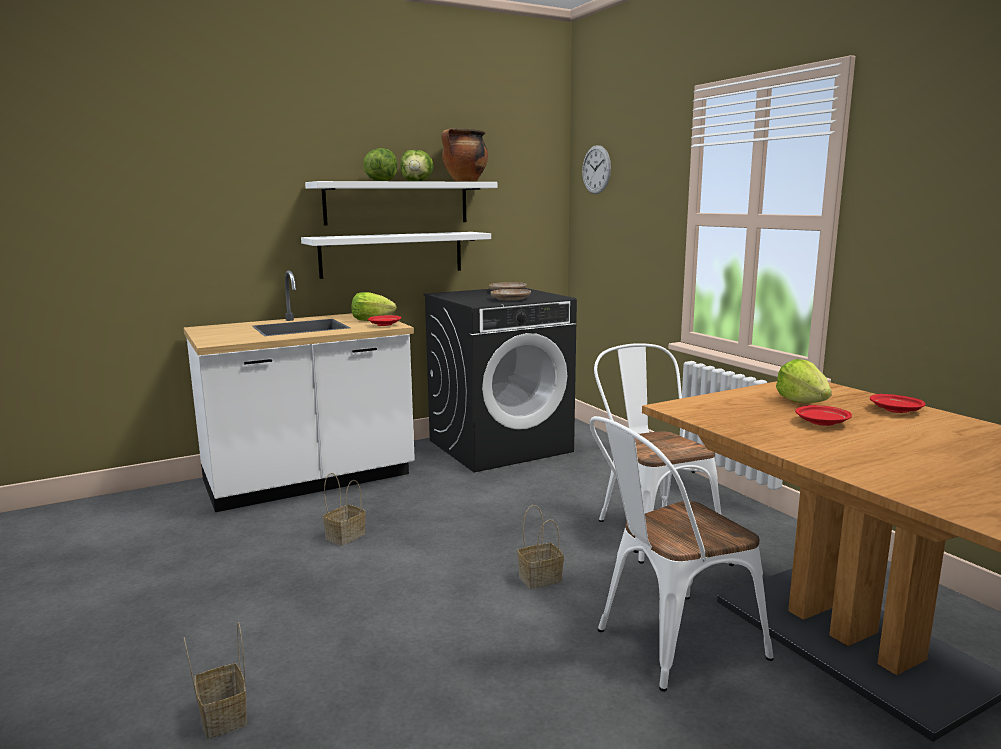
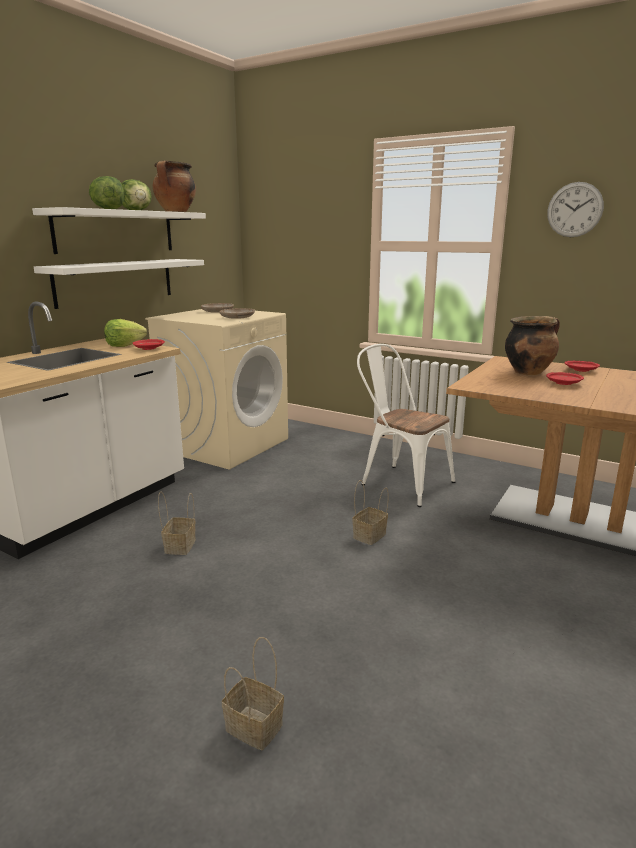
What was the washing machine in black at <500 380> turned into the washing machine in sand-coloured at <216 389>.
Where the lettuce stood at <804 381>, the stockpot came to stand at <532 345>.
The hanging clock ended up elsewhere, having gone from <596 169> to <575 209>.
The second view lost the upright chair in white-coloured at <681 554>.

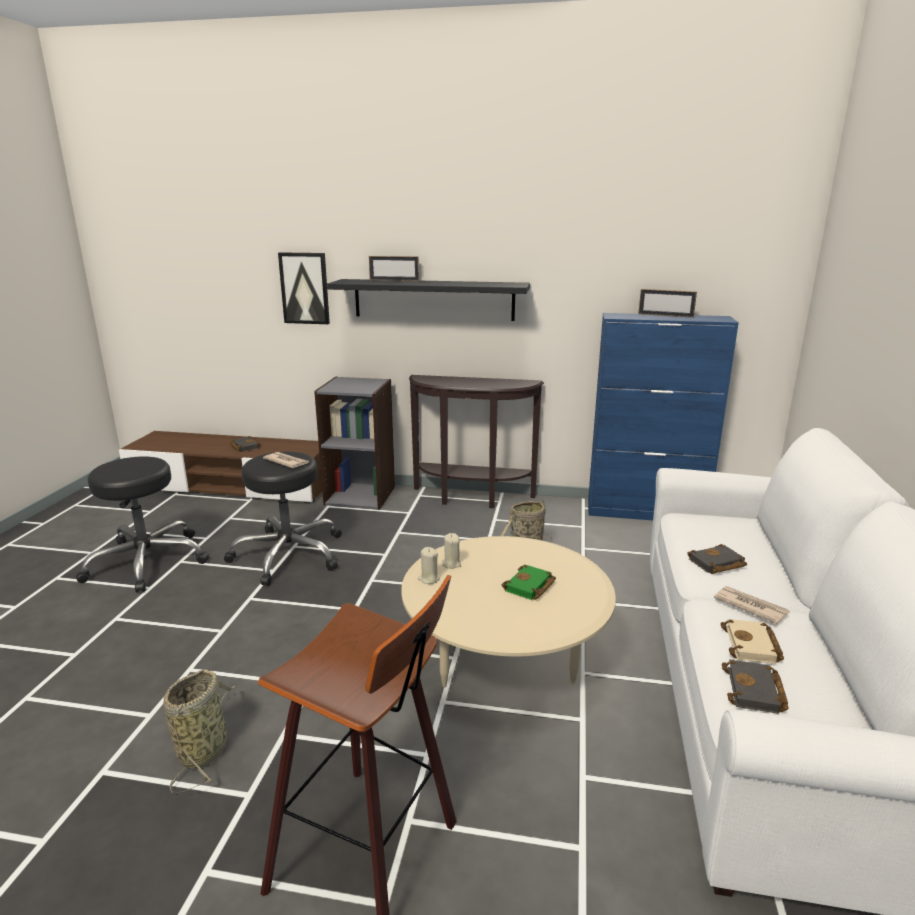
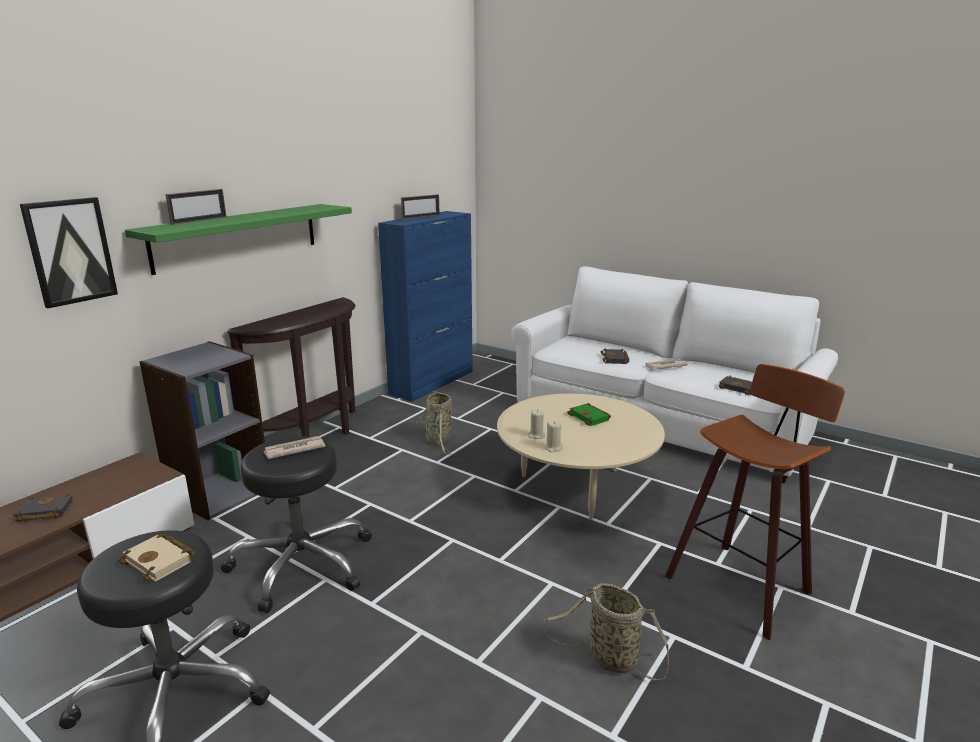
The bound book in sand-coloured ended up elsewhere, having gone from <752 641> to <156 558>.
What was the wall shelf in black at <428 300> turned into the wall shelf in greenish at <238 239>.

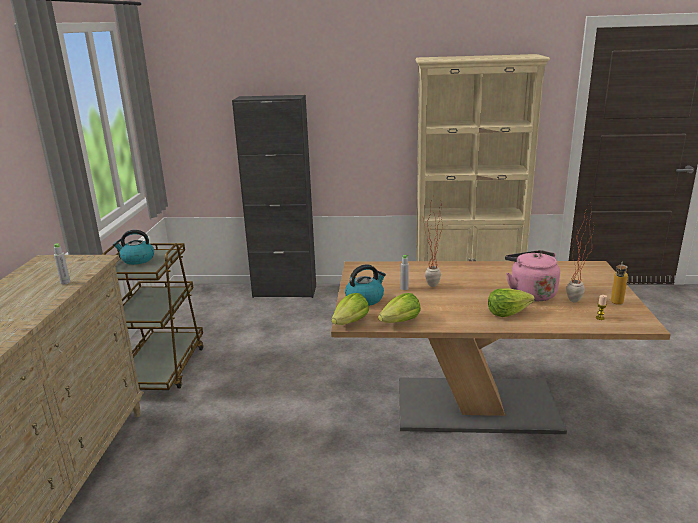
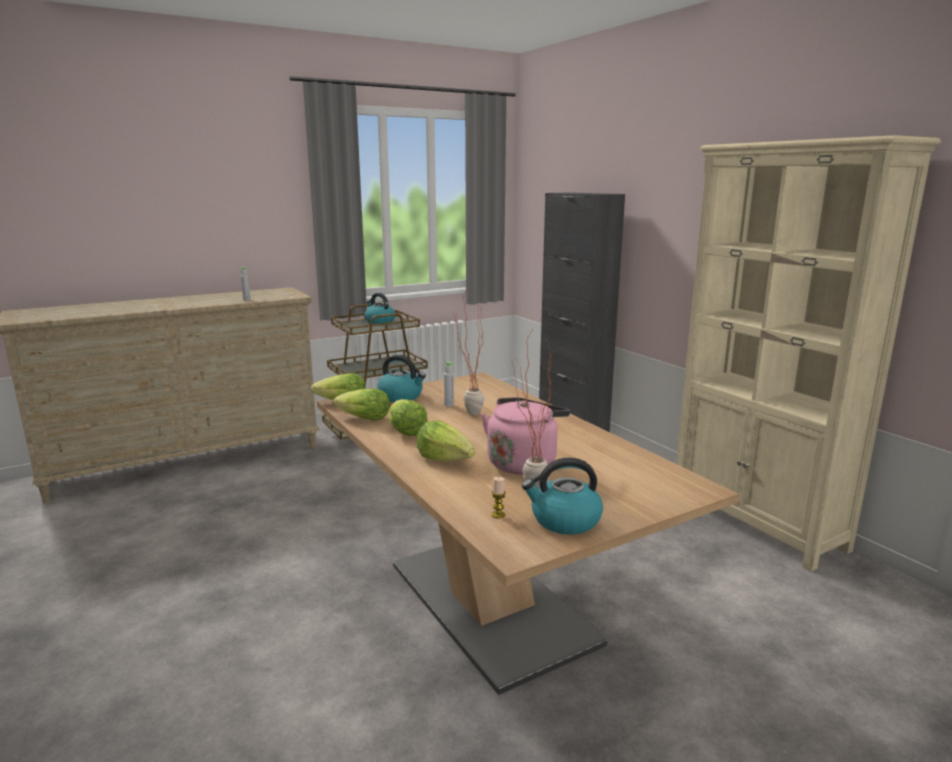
The second view gained the lettuce at <408 417>.
Where the drink bottle stood at <619 283>, the tea kettle came to stand at <562 496>.

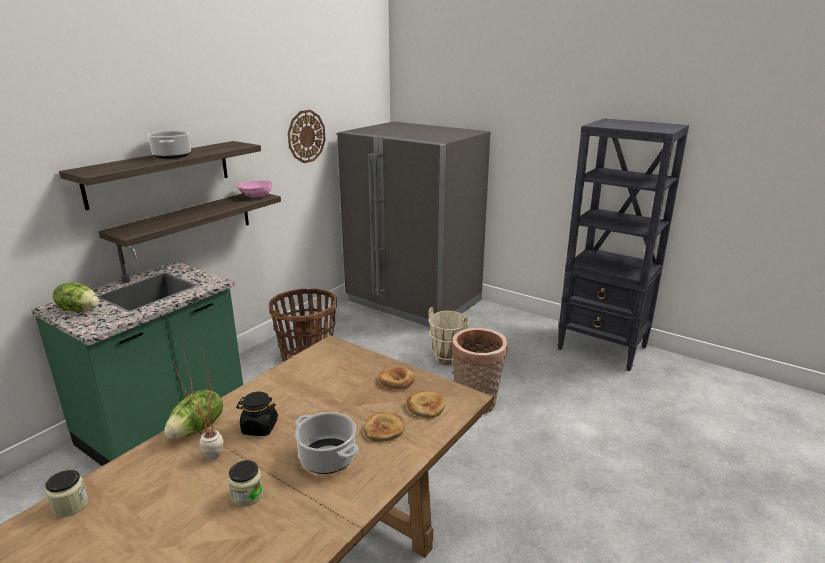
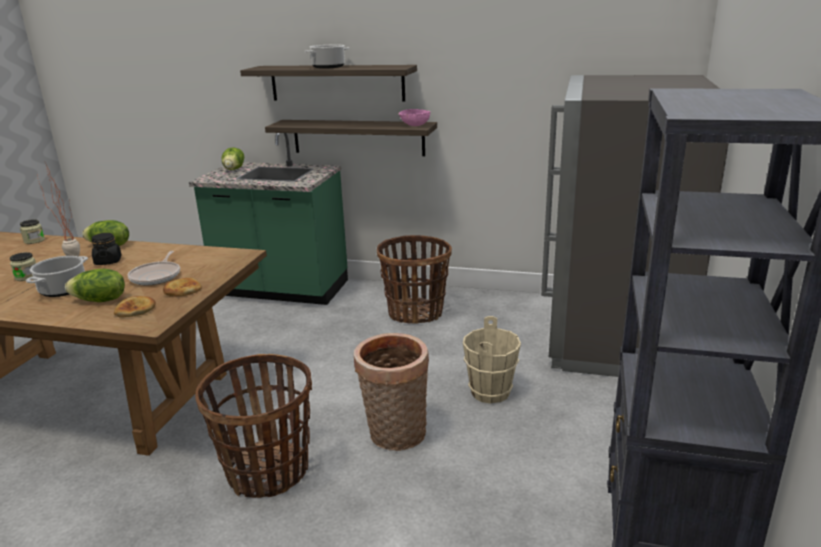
Where the bread stood at <384 427>, the lettuce came to stand at <95 285>.
The second view gained the pan at <154 268>.
The second view gained the household basket at <253 426>.
The second view lost the hanging clock at <307 136>.

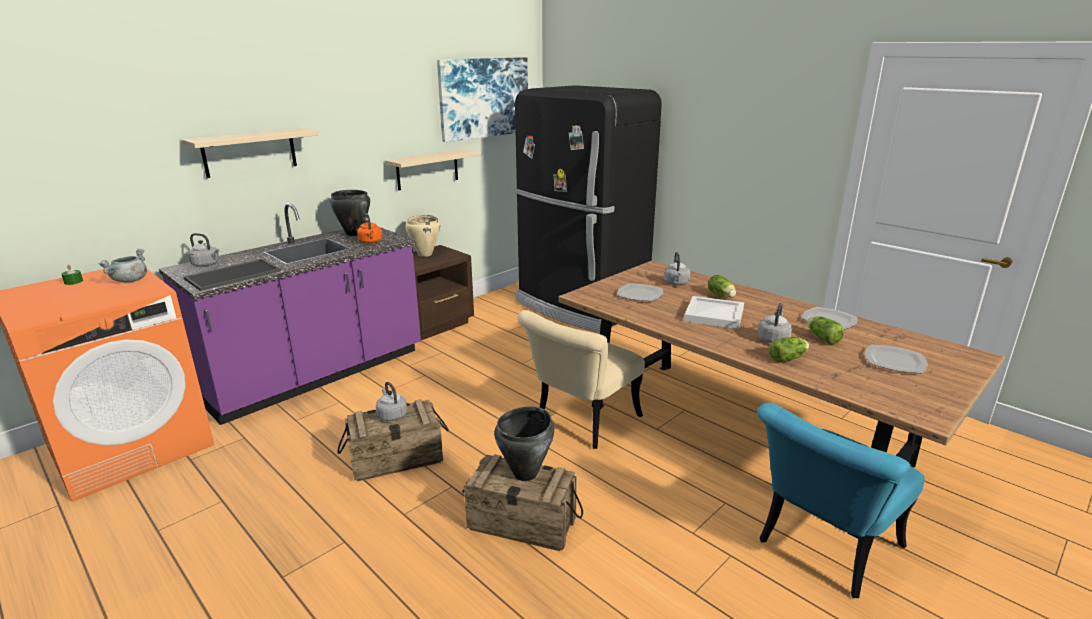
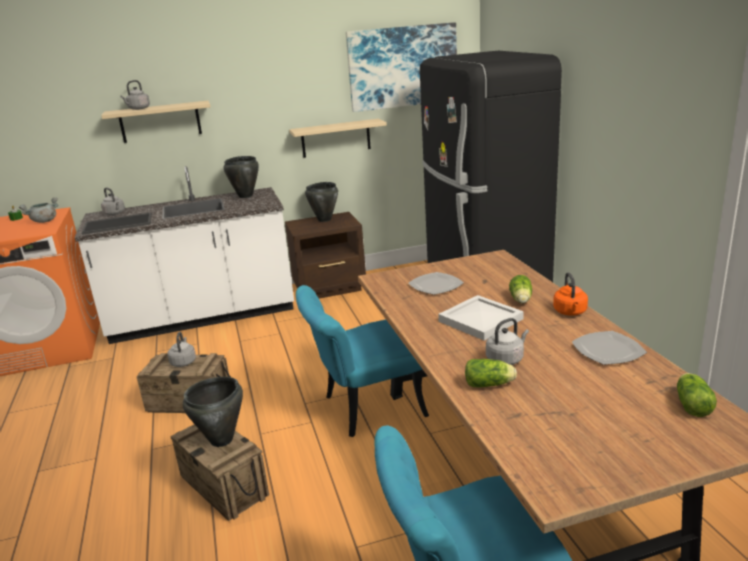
What was the kitchen base unit in purplish at <290 314> turned into the kitchen base unit in white-coloured at <184 255>.
The tea kettle in greyish ended up elsewhere, having gone from <677 268> to <135 95>.
What was the upright chair in sand-coloured at <581 379> turned into the upright chair in turquoise-coloured at <362 361>.
What was the stockpot in sand-coloured at <422 236> turned into the stockpot in black at <321 202>.
The tea kettle in orange ended up elsewhere, having gone from <369 228> to <570 294>.
The lettuce ended up elsewhere, having gone from <825 330> to <697 395>.
The second view lost the flat dish at <896 359>.

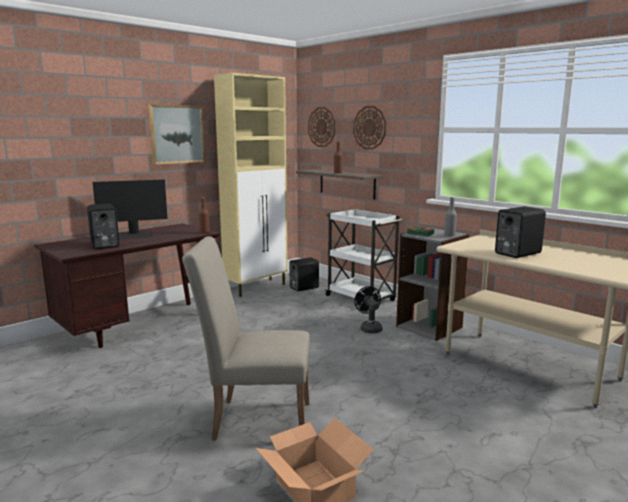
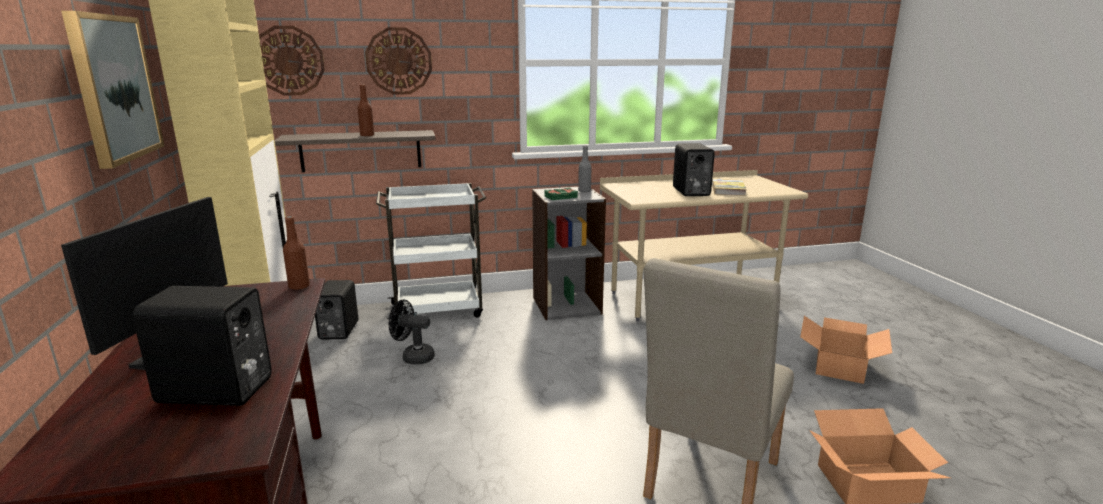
The electric fan in black ended up elsewhere, having gone from <368 310> to <412 332>.
The second view gained the bound book at <729 187>.
The second view gained the cardboard box at <846 350>.

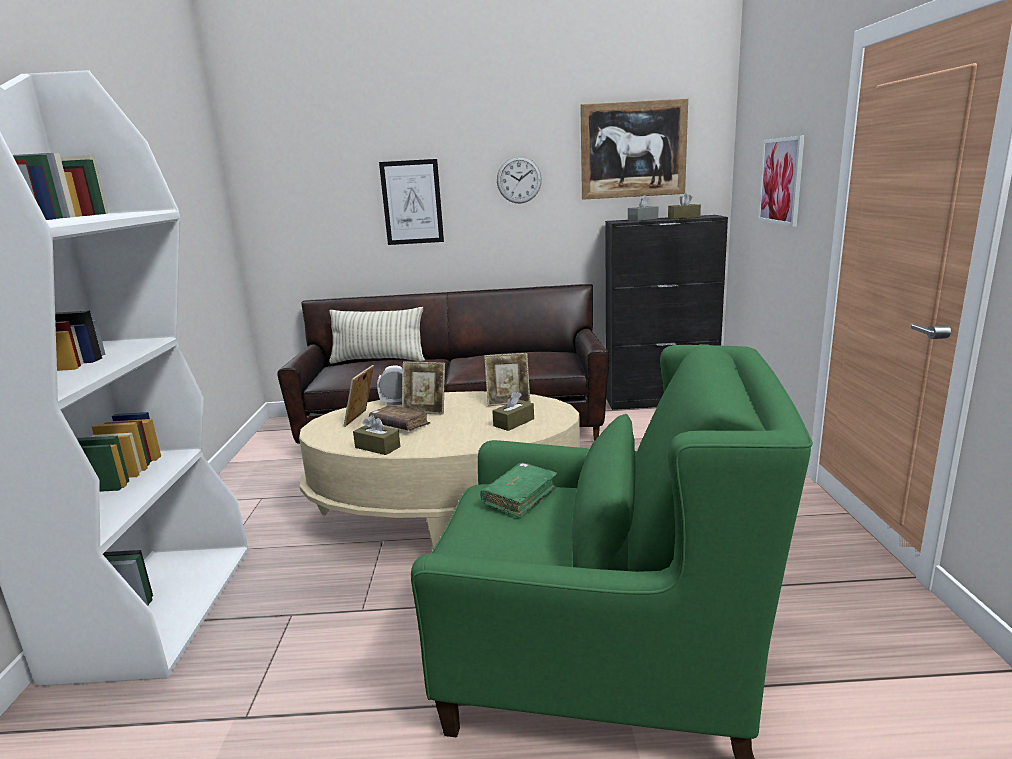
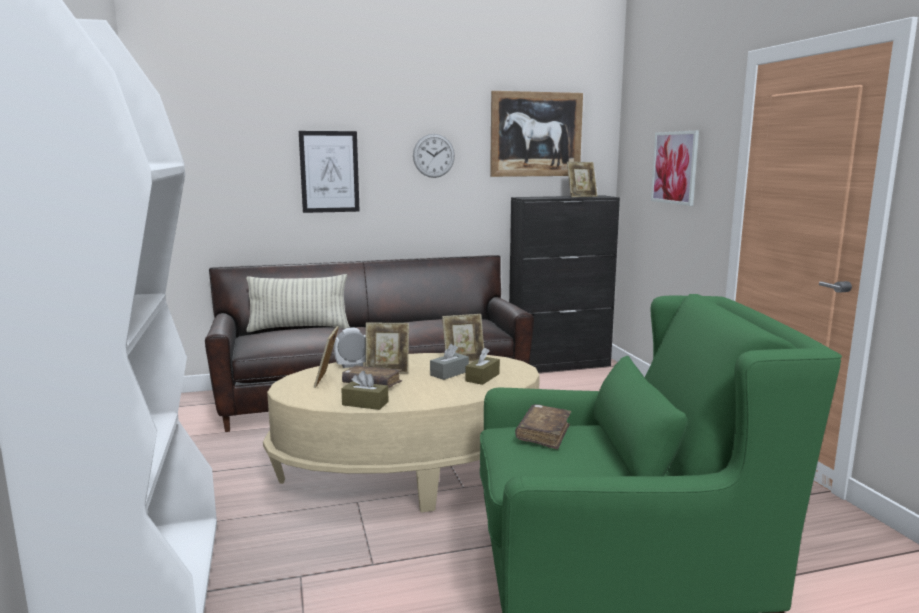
The tissue holder in greyish ended up elsewhere, having gone from <643 208> to <449 362>.
What was the bound book in greenish at <518 490> turned into the bound book in brownish at <543 427>.
Where the tissue holder in brownish stood at <684 206>, the standing frame came to stand at <582 179>.

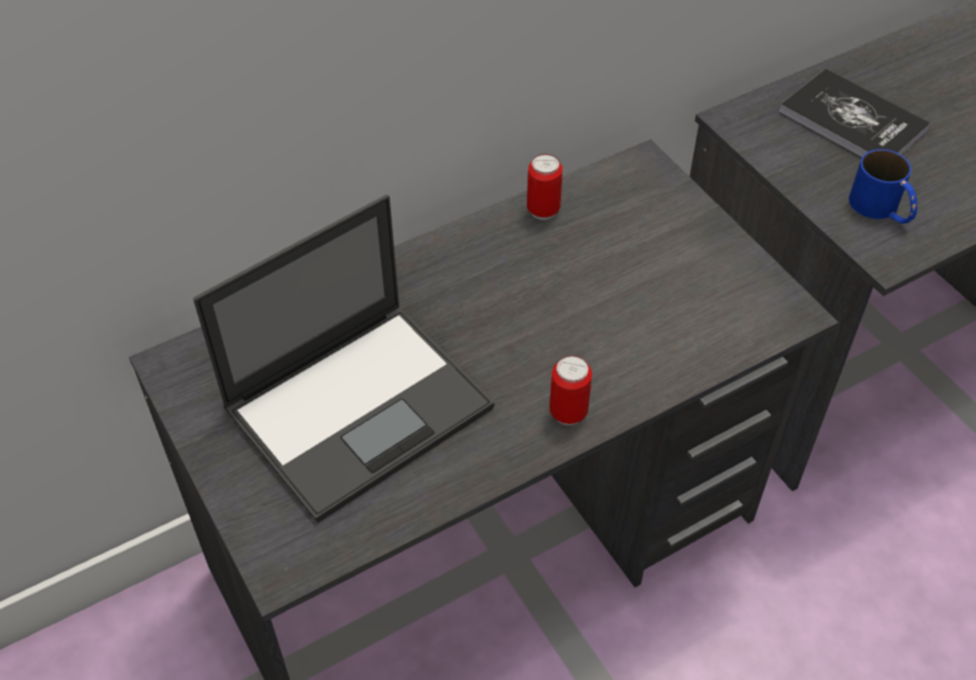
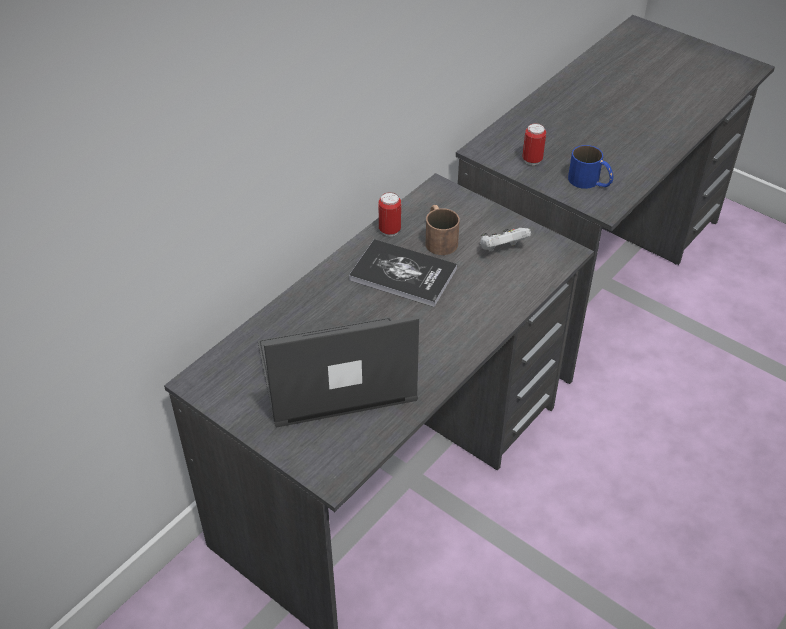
The notebook computer at <343 359> ended up facing another way, 135 degrees counterclockwise from before.
The bound book ended up elsewhere, having gone from <854 113> to <403 273>.
The second view gained the mug in brownish at <443 230>.
The second view gained the joypad in white-coloured at <505 240>.
The sealed can ended up elsewhere, having gone from <570 390> to <534 144>.

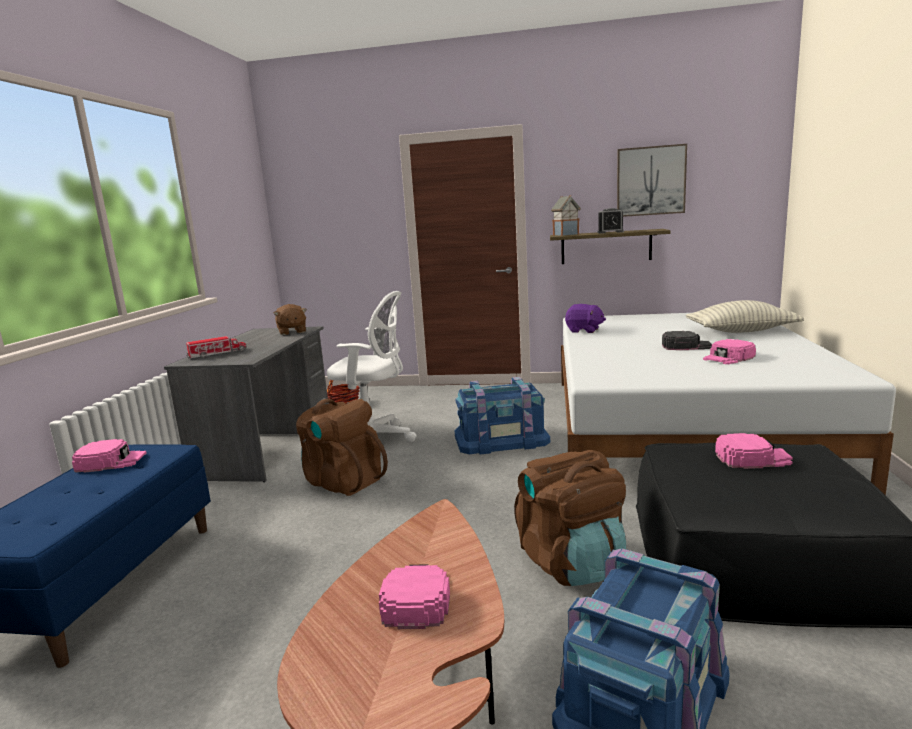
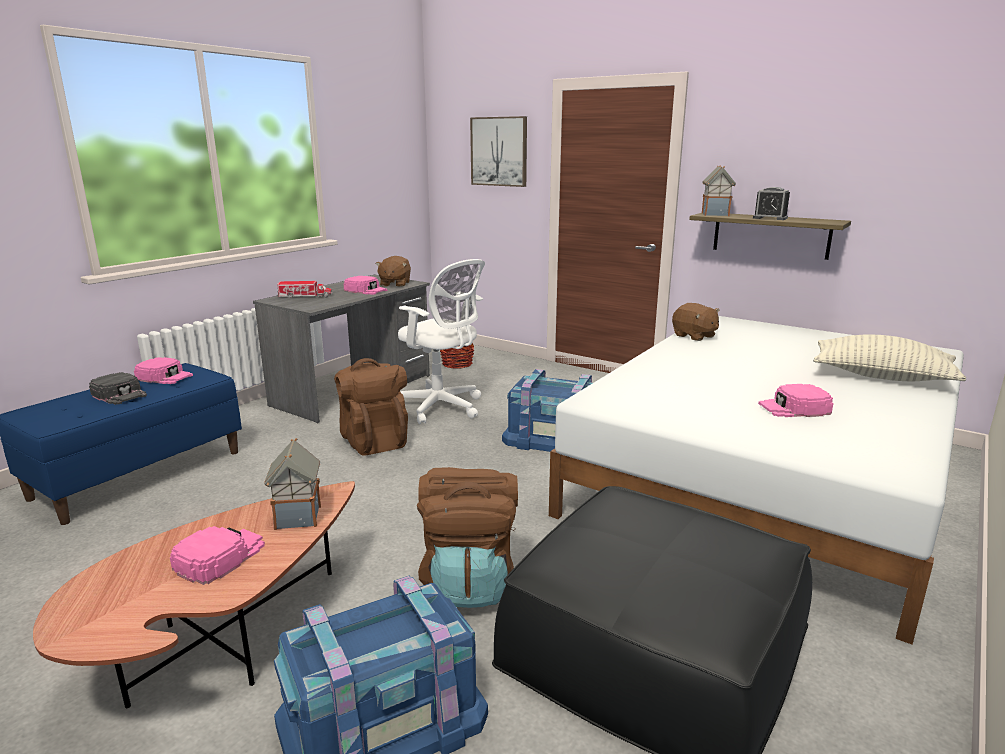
The cap in black ended up elsewhere, having gone from <687 340> to <118 388>.
The second view gained the toy house at <292 484>.
The cap in pink-coloured ended up elsewhere, having gone from <754 451> to <366 285>.
The picture ended up elsewhere, having gone from <652 180> to <498 151>.
What was the cuddly toy in purplish at <585 318> turned into the cuddly toy in brownish at <695 322>.

